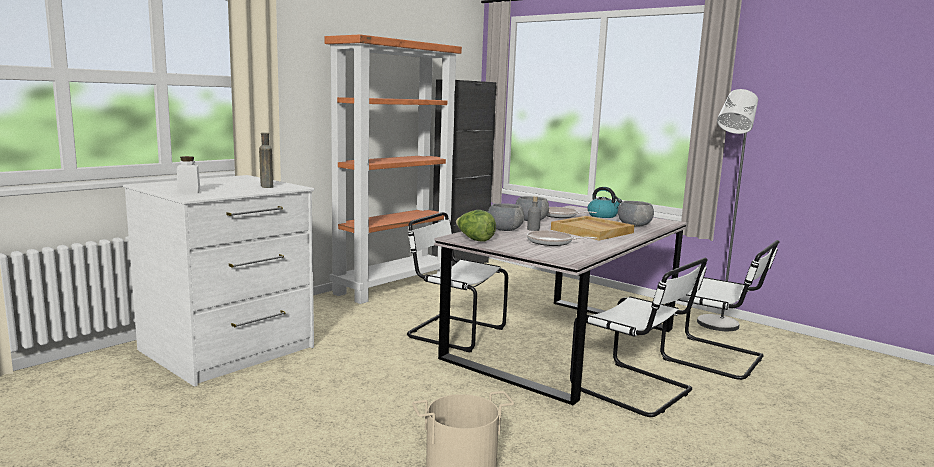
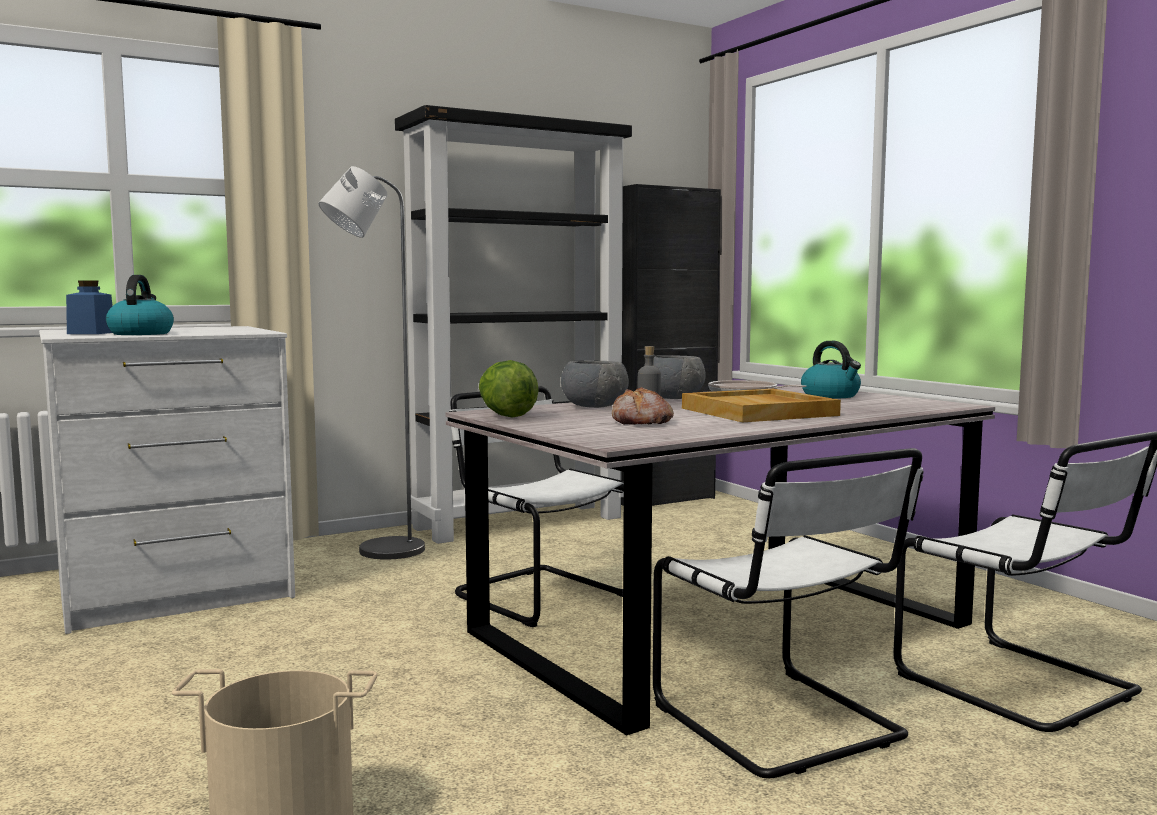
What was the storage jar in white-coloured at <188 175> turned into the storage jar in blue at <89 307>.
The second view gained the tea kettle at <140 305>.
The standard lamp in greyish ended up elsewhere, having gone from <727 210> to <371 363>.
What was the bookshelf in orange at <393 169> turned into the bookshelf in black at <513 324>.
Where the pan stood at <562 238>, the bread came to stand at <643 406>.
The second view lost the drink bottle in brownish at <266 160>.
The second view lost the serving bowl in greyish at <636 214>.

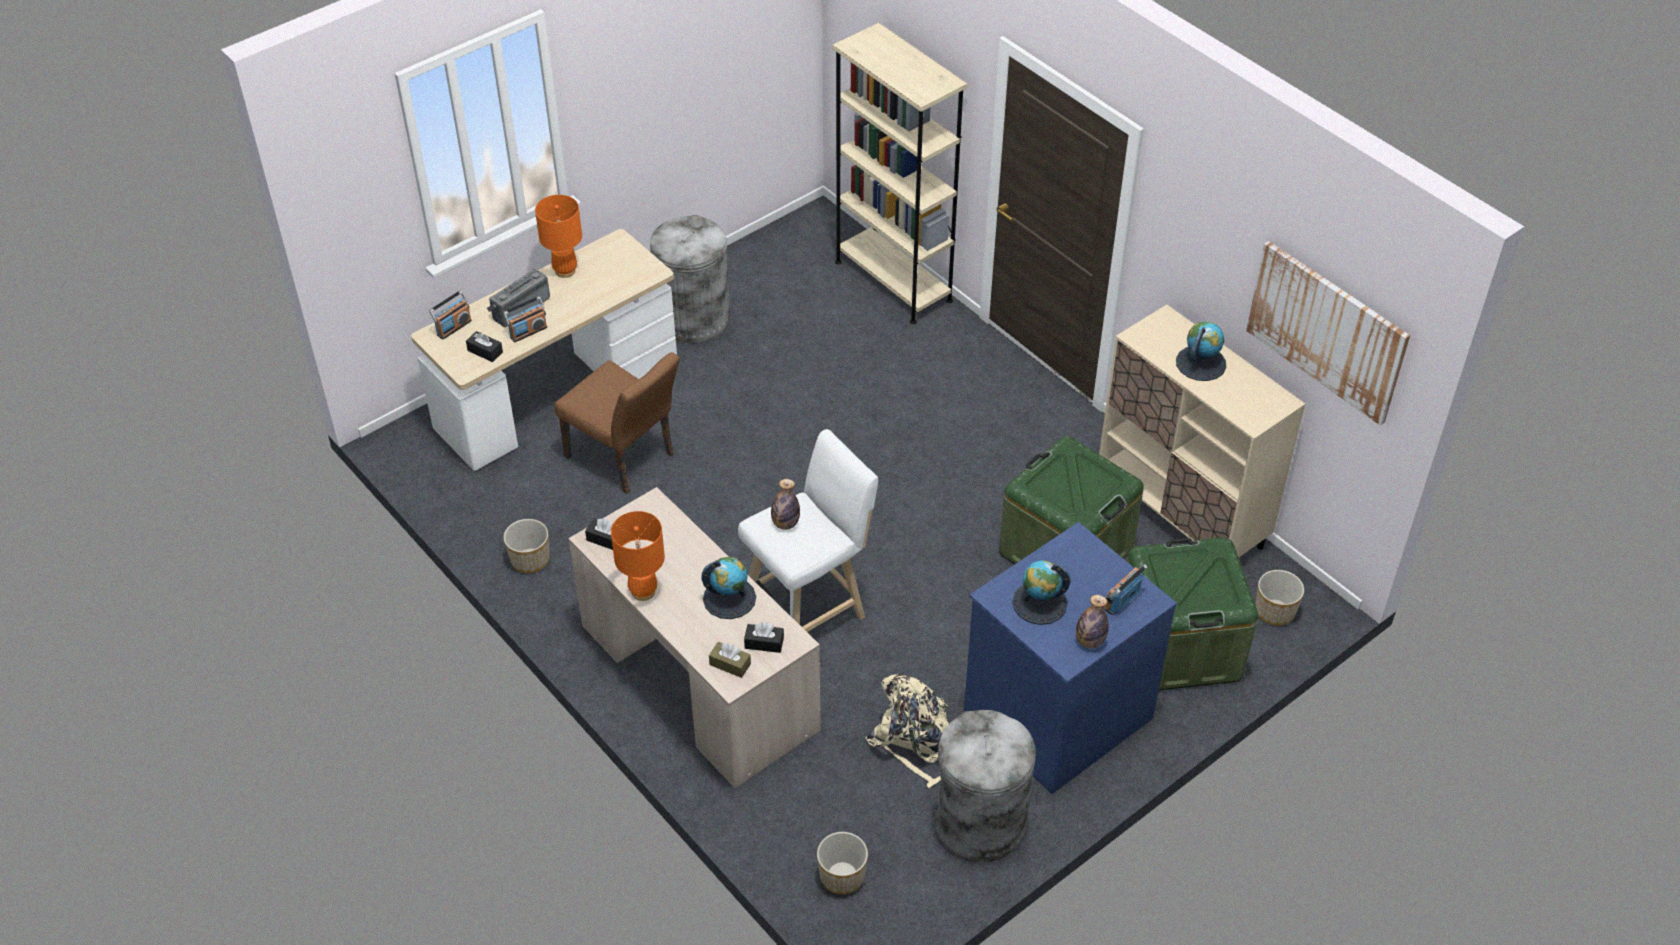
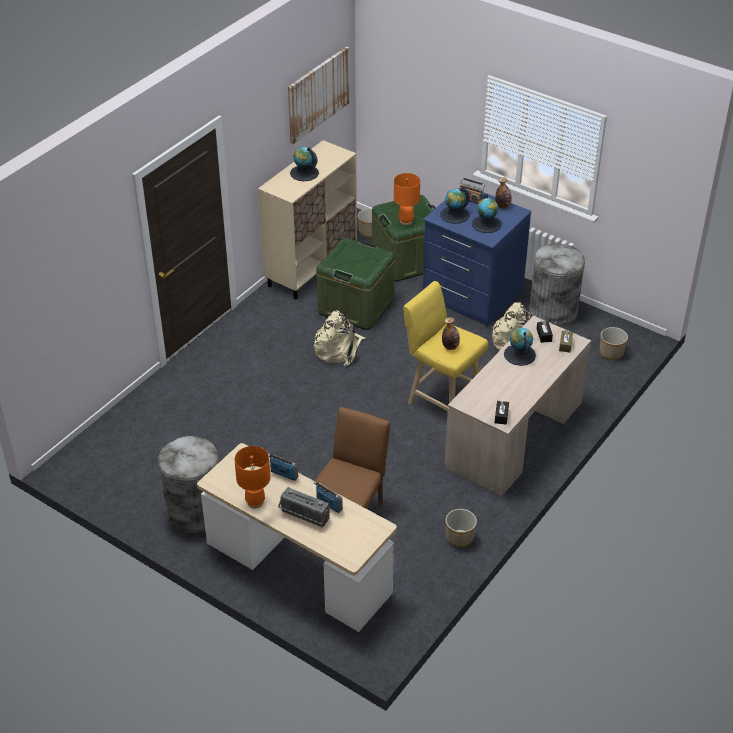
The radio set ended up elsewhere, having gone from <450 315> to <283 467>.
The second view gained the knapsack in sand-coloured at <340 338>.
The tabletop lamp in orange ended up elsewhere, having gone from <638 556> to <407 199>.
What was the stool in white-coloured at <808 530> turned into the stool in yellowish at <445 346>.
The second view gained the globe at <455 205>.
The second view lost the tissue holder in black at <484 346>.
The second view lost the bookshelf in sand-coloured at <900 173>.

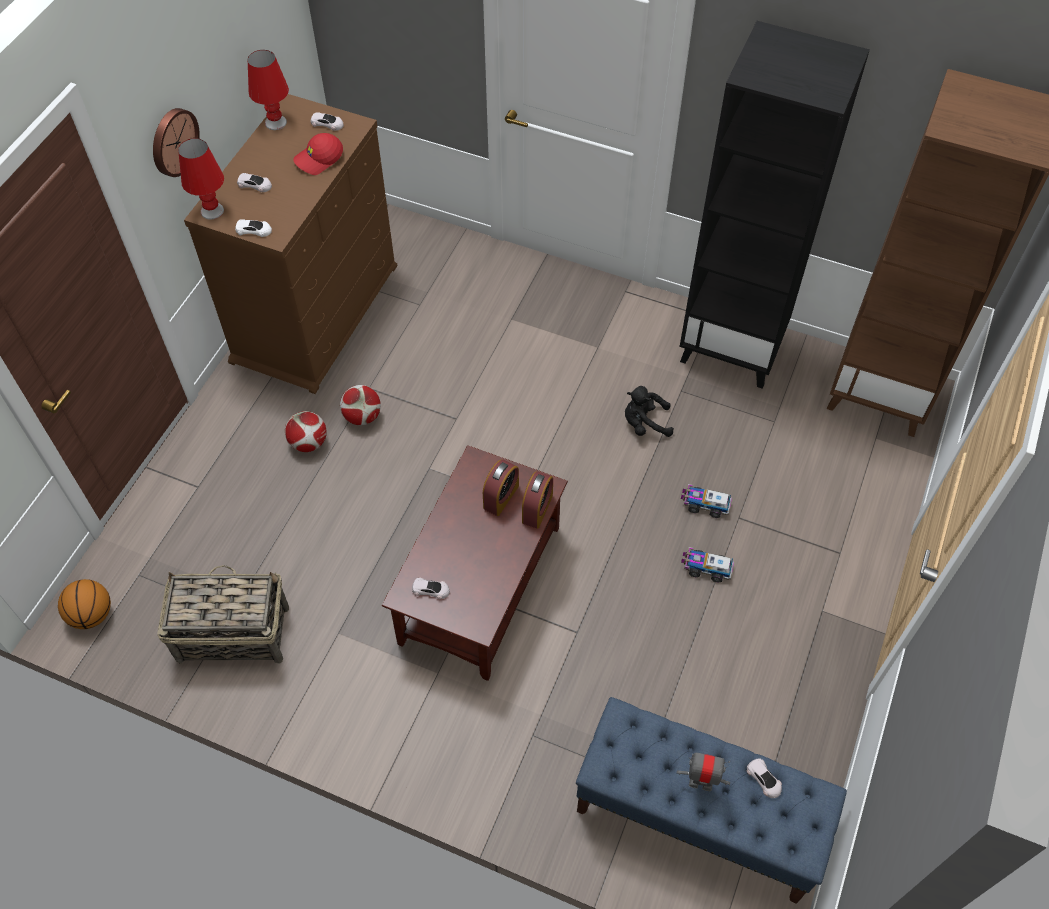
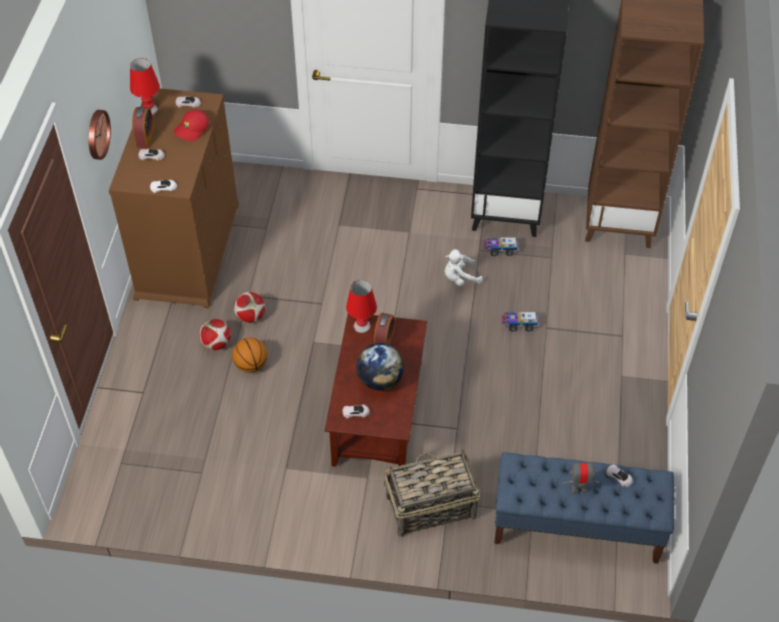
The alarm clock ended up elsewhere, having gone from <537 500> to <143 127>.
The basketball ball ended up elsewhere, having gone from <84 604> to <249 355>.
The tabletop lamp in reddish ended up elsewhere, having gone from <201 179> to <361 306>.
The second view gained the globe at <380 367>.
The household basket ended up elsewhere, having gone from <223 614> to <432 493>.
What was the cuddly toy in black at <649 411> turned into the cuddly toy in white-coloured at <464 268>.
The model truck ended up elsewhere, having gone from <707 565> to <501 246>.

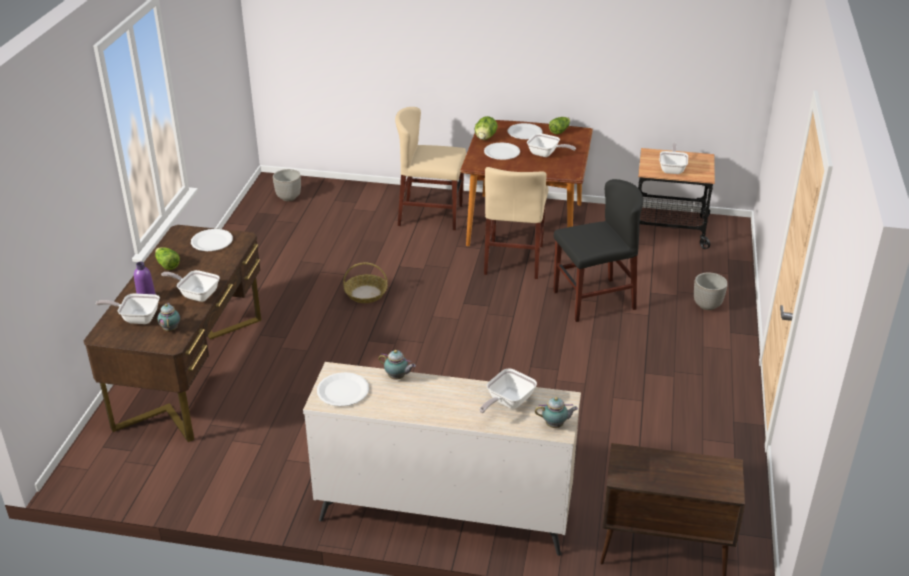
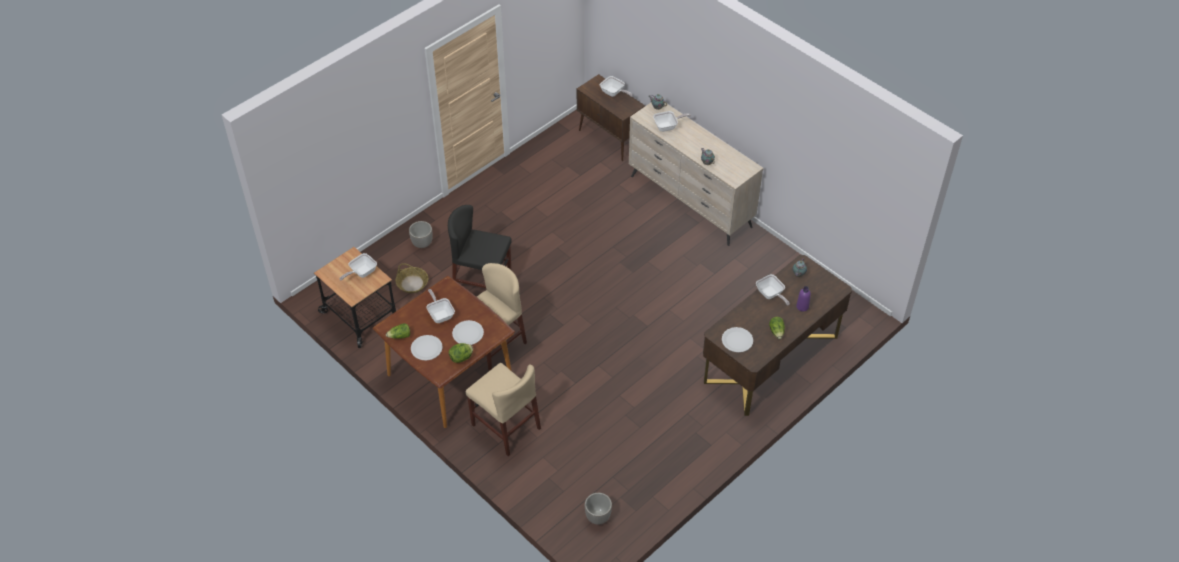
The household basket ended up elsewhere, having gone from <365 282> to <411 278>.
The pan ended up elsewhere, having gone from <128 308> to <616 86>.
The second view lost the flat dish in white-coloured at <343 389>.

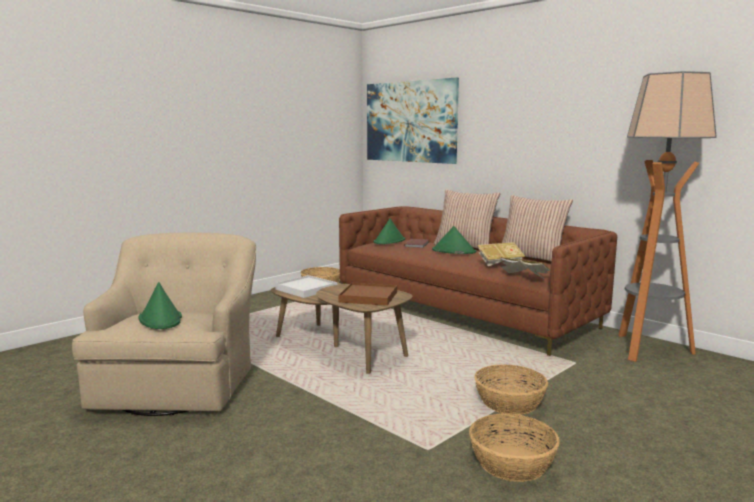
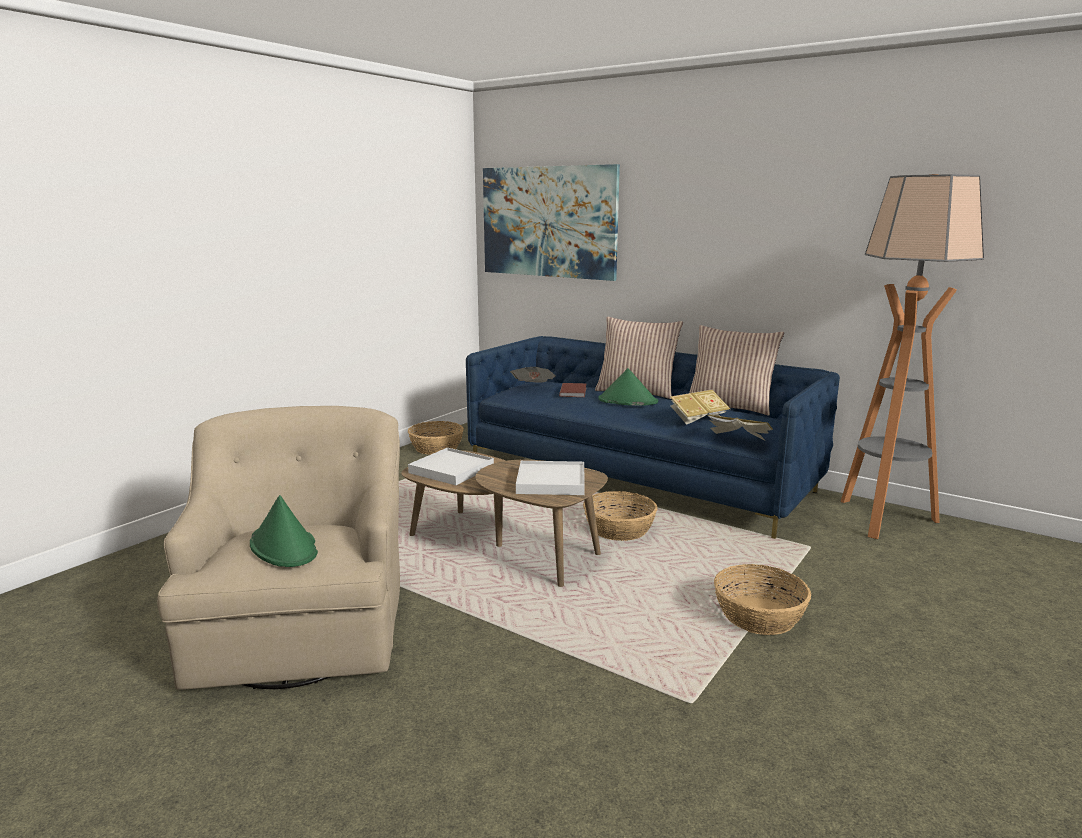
What was the couch in brownish at <478 281> turned into the couch in blue at <653 437>.
Where the clothing hat in greenish stood at <389 231>, the daily paper came to stand at <533 375>.
What was the serving tray in brownish at <368 294> turned into the serving tray in white-coloured at <550 478>.
The household basket ended up elsewhere, having gone from <514 448> to <620 516>.

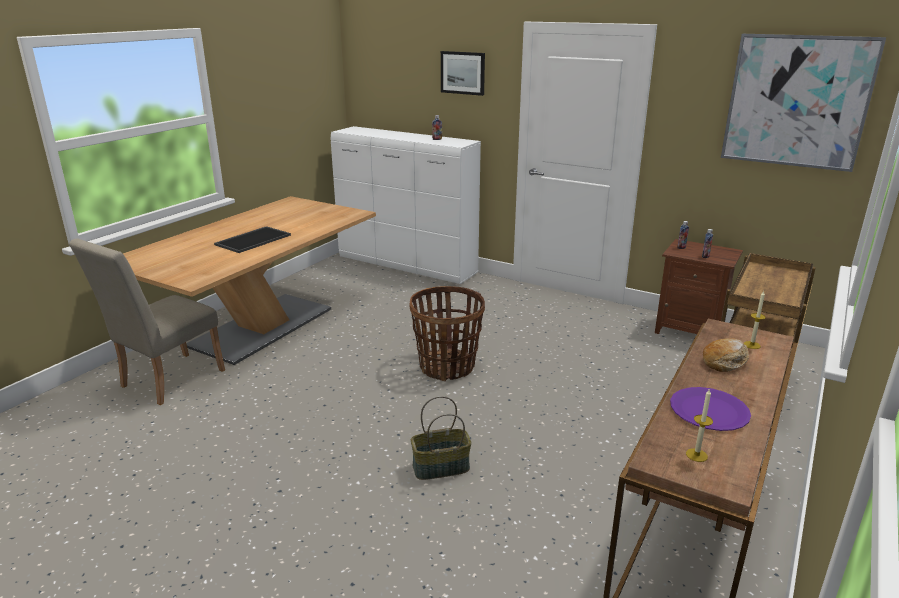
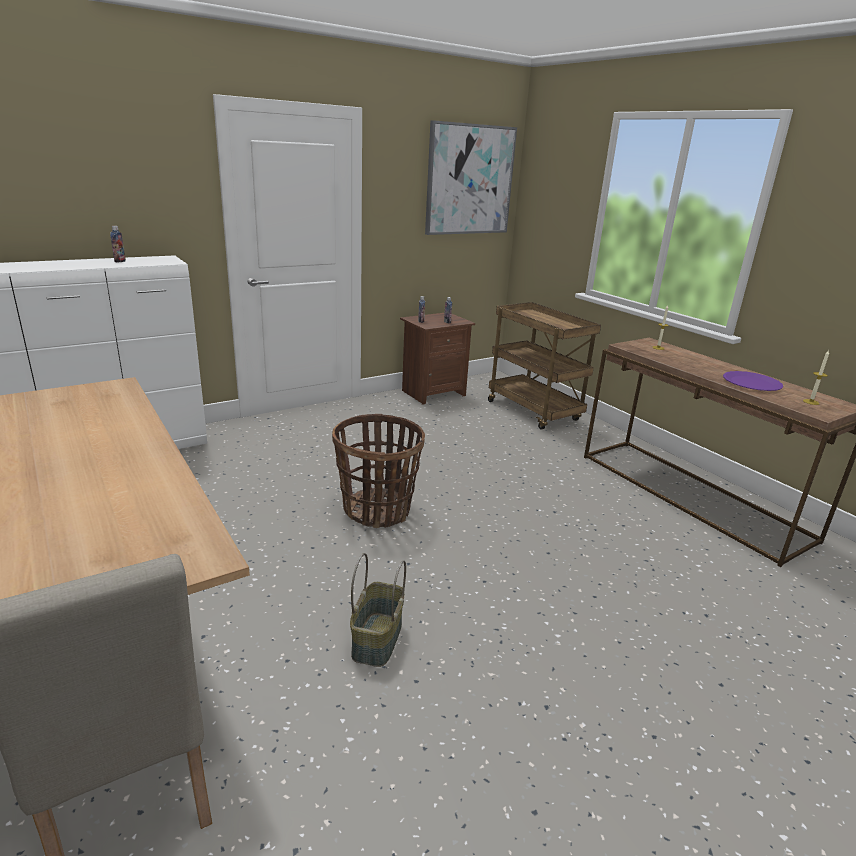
The household basket ended up elsewhere, having gone from <441 438> to <378 610>.
The second view lost the serving tray at <252 239>.
The second view lost the picture at <463 73>.
The second view lost the bread at <726 355>.

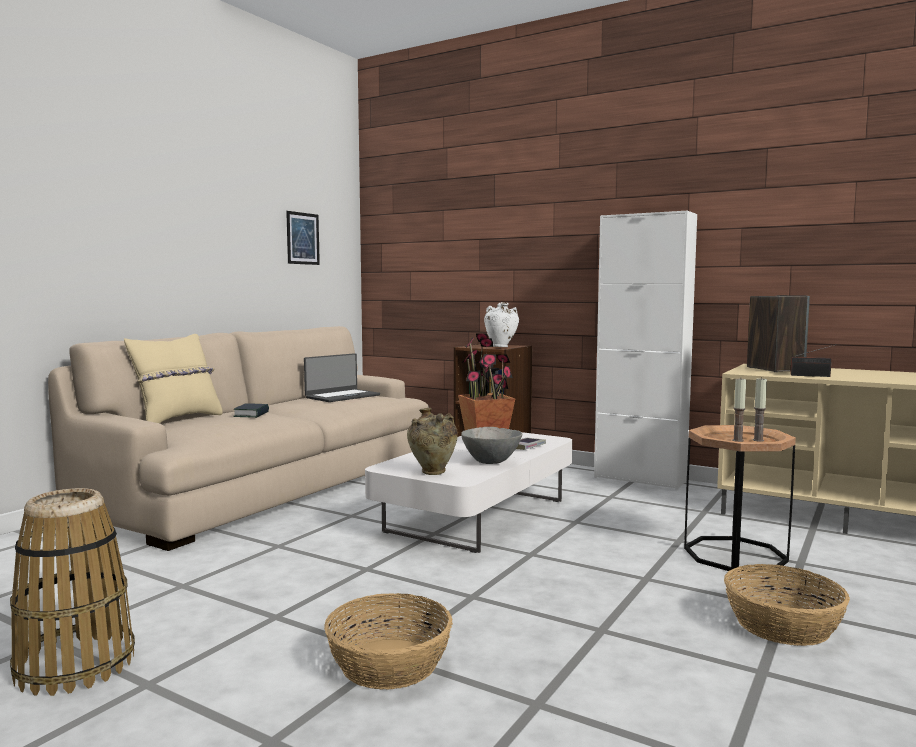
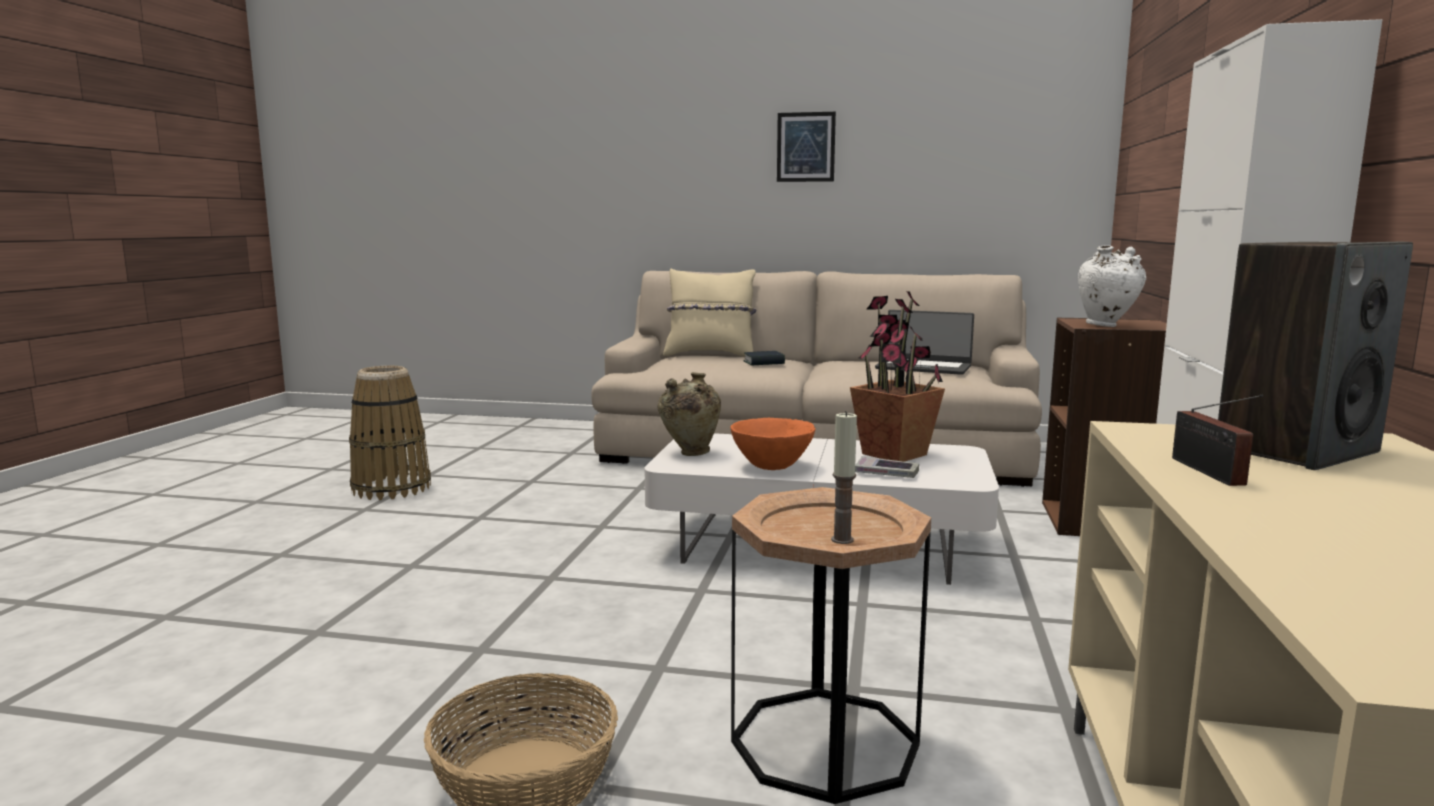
What was the serving bowl in greyish at <491 445> turned into the serving bowl in orange at <773 444>.
The picture ended up elsewhere, having gone from <303 238> to <806 147>.
The second view lost the household basket at <388 641>.
The second view lost the wax light at <739 410>.

